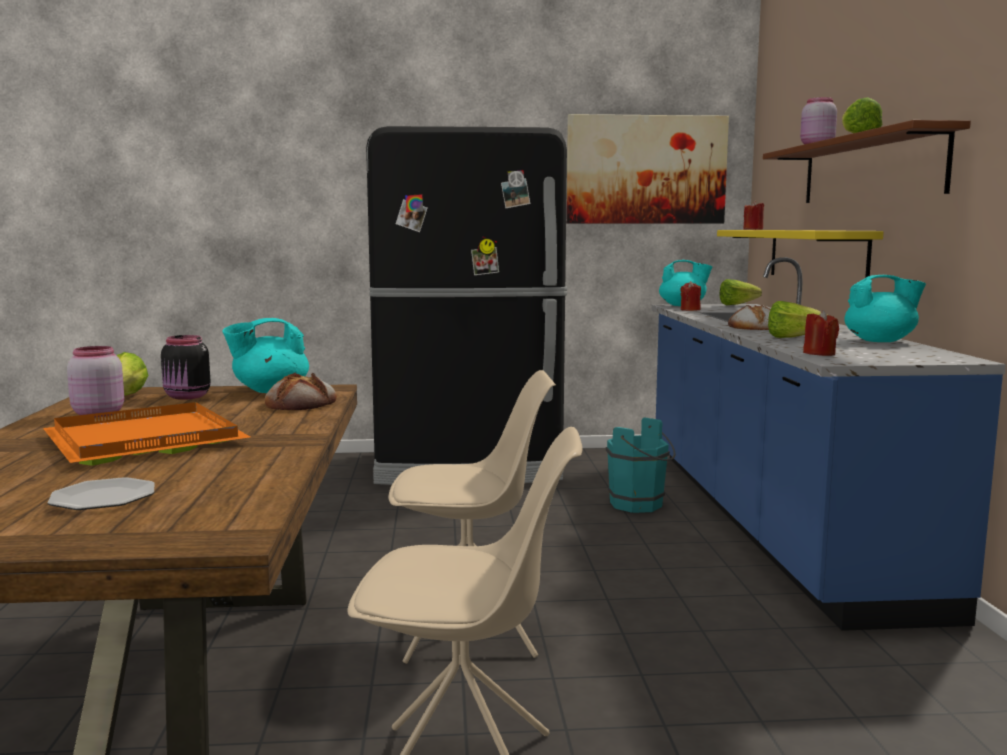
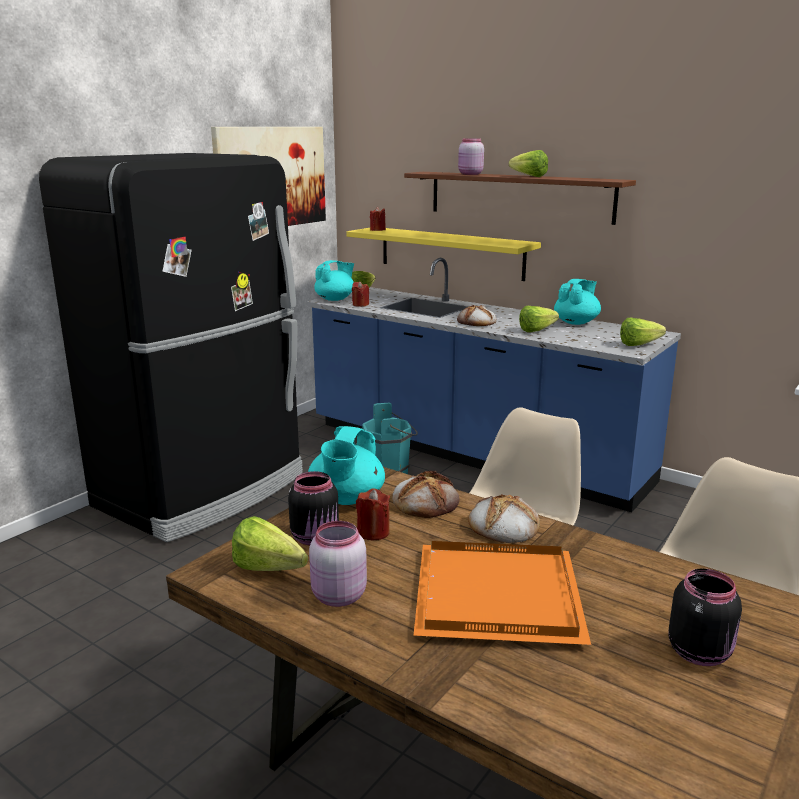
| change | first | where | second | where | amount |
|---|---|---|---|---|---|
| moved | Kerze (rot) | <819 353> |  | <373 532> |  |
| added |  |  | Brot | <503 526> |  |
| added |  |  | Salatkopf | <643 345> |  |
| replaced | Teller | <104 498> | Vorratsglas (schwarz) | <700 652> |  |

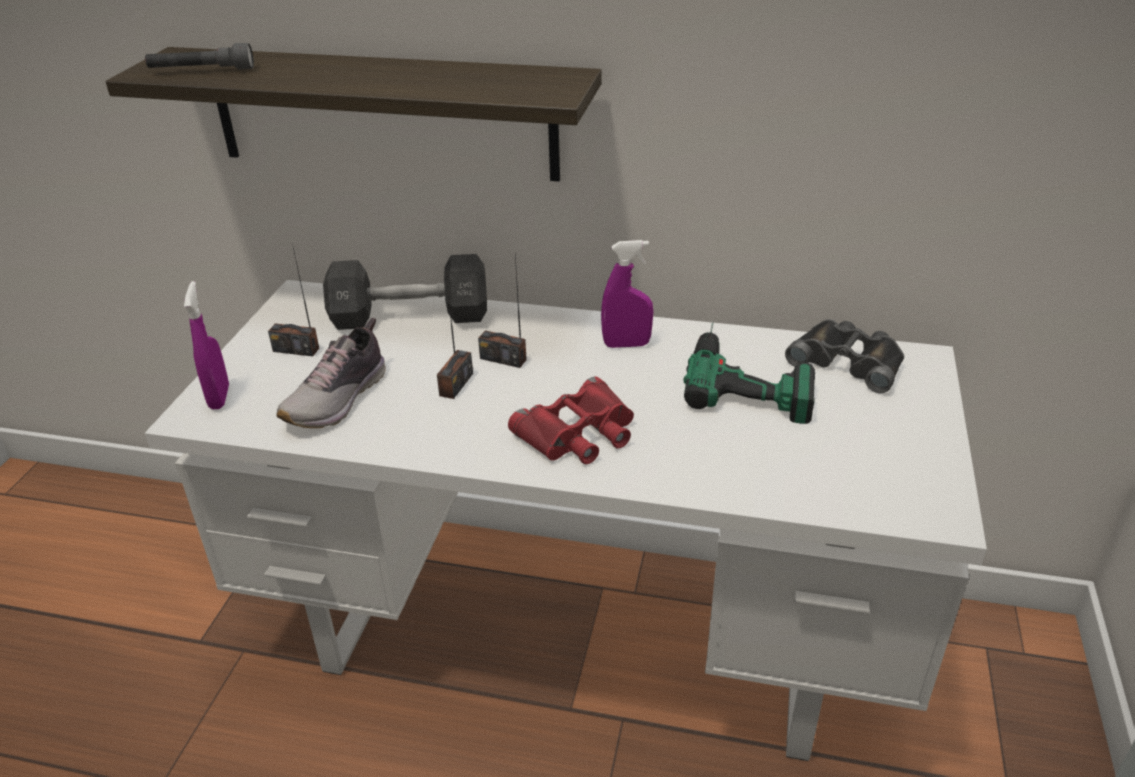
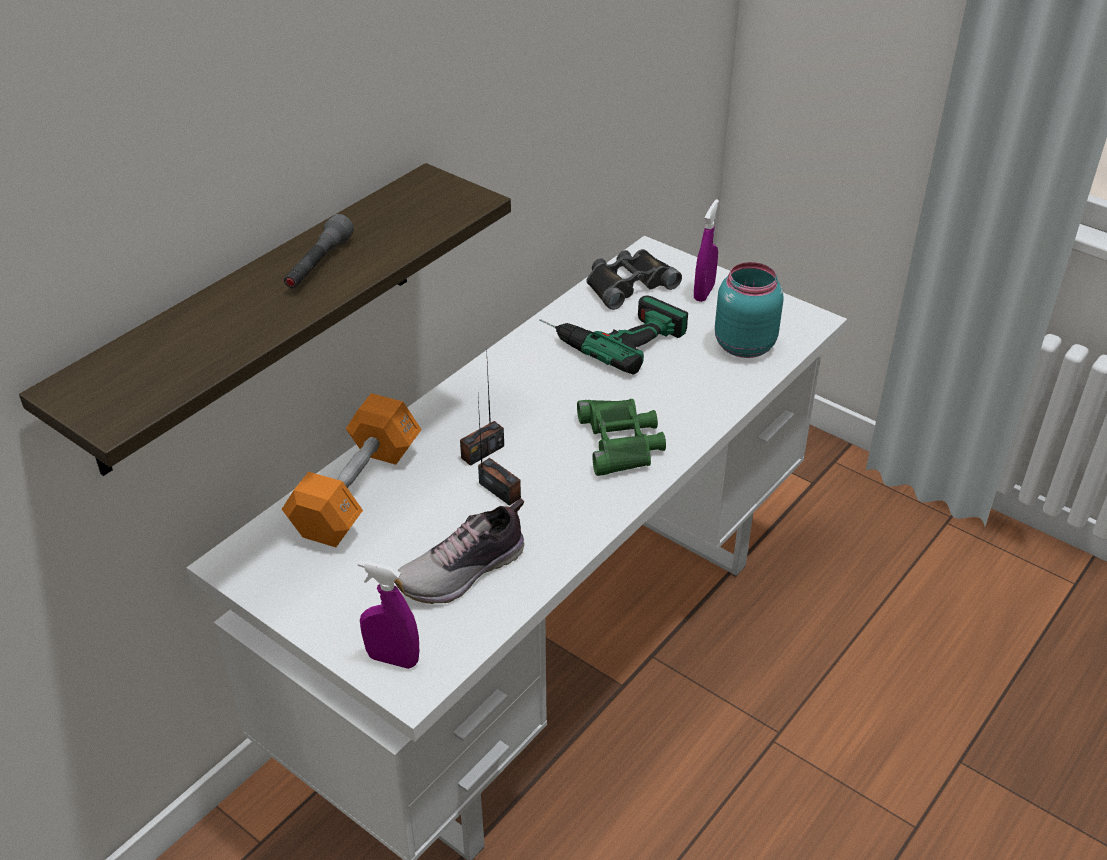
| change | first | where | second | where | amount |
|---|---|---|---|---|---|
| recoloured | Hantel (schwarz) | <410 317> | Hantel (orange) | <357 491> |  |
| moved | Taschenlampe (grau) | <202 71> |  | <318 264> |  |
| turned | Schuh | <339 399> |  | <464 571> | 90 degrees clockwise |
| recoloured | Fernglas (rot) | <579 433> | Fernglas (grün) | <621 442> |  |
| moved | Sprühflasche (lila) | <626 344> |  | <704 292> |  |
| added |  |  | Vorratsglas (türkis) | <742 345> |  |
| removed | Radio | <296 349> |  |  |  |

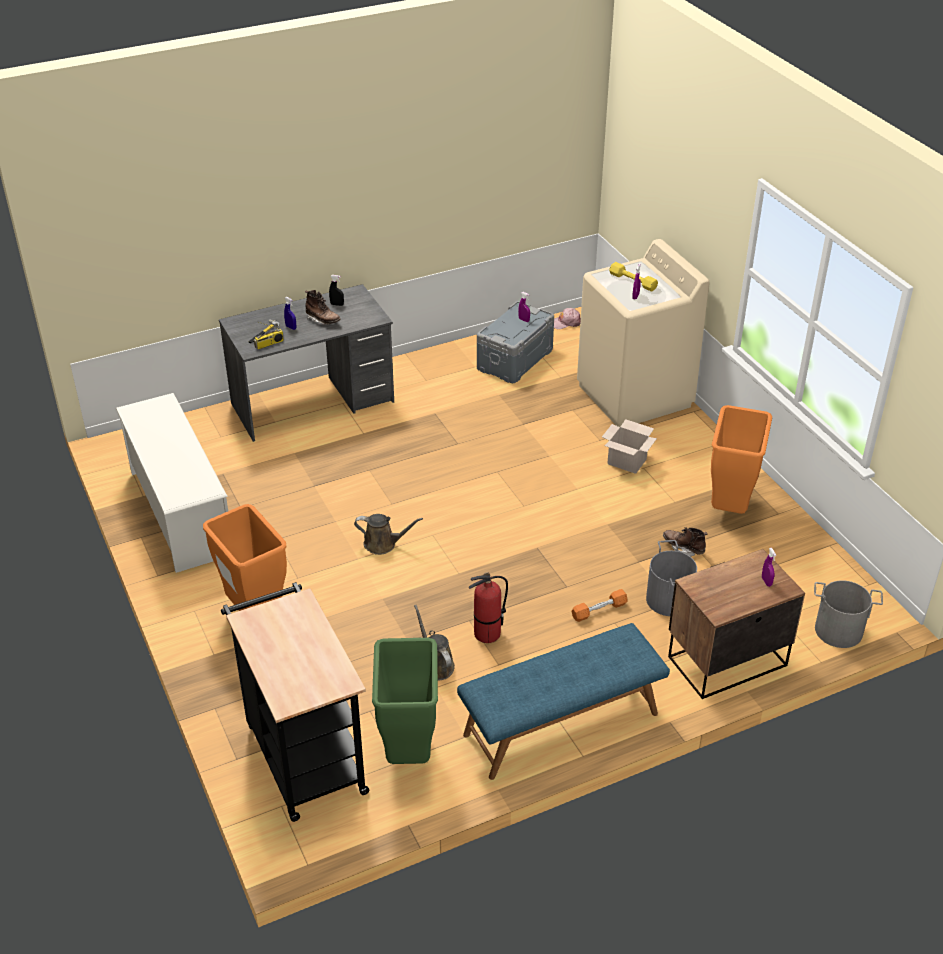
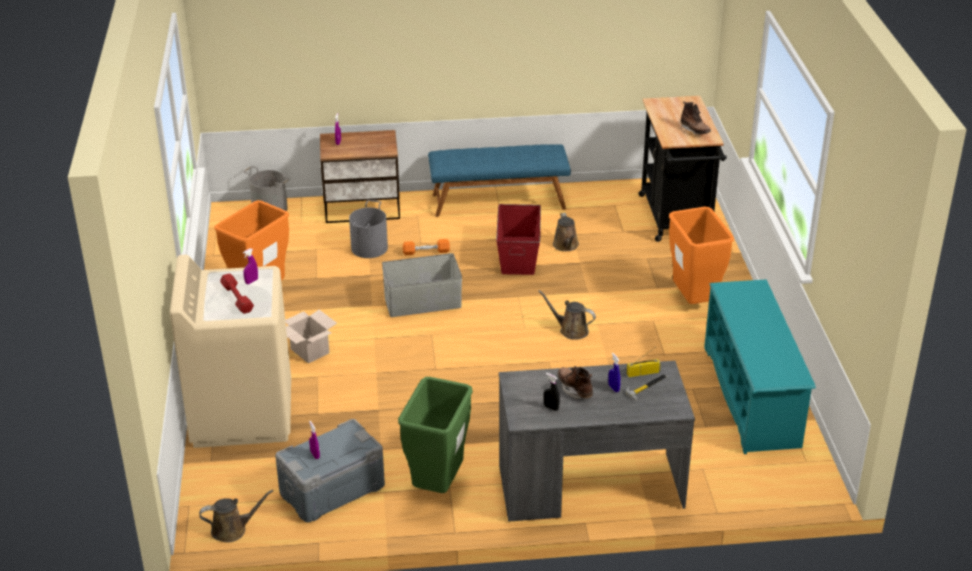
| change | first | where | second | where | amount |
|---|---|---|---|---|---|
| replaced | Kappe (rosa) | <565 322> | Gießkanne (braun) | <232 530> |  |
| recoloured | Hantel (gelb) | <633 281> | Hantel (rot) | <237 298> |  |
| added |  |  | Aufbewahrungsbox (grau) | <423 303> |  |
| moved | Mülleimer (grün) | <409 753> |  | <438 485> |  |
| replaced | Feuerlöscher | <487 634> | Aufbewahrungsbox (rot) | <519 255> |  |
| moved | Stiefel (braun) | <683 548> |  | <694 131> |  |
| recoloured | Schuhregal (weiß) | <180 512> | Schuhregal (türkis) | <751 396> |  |

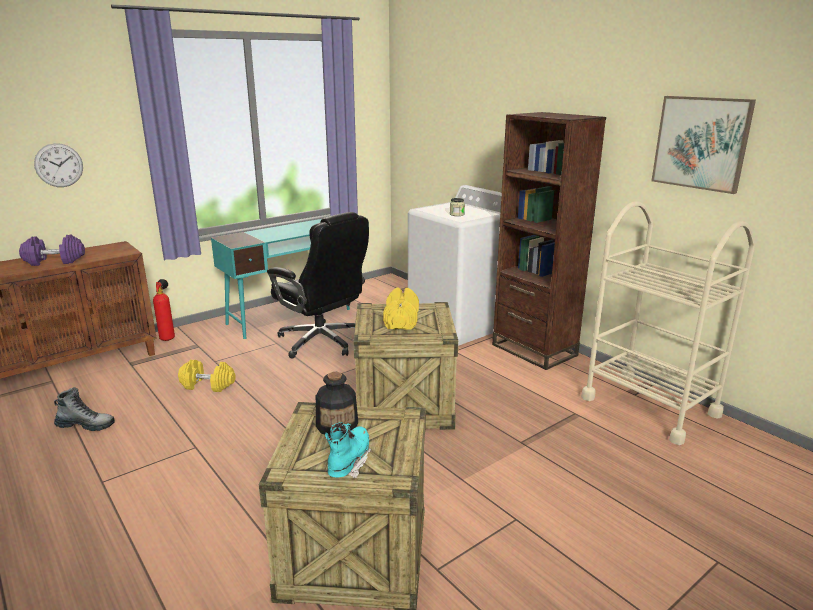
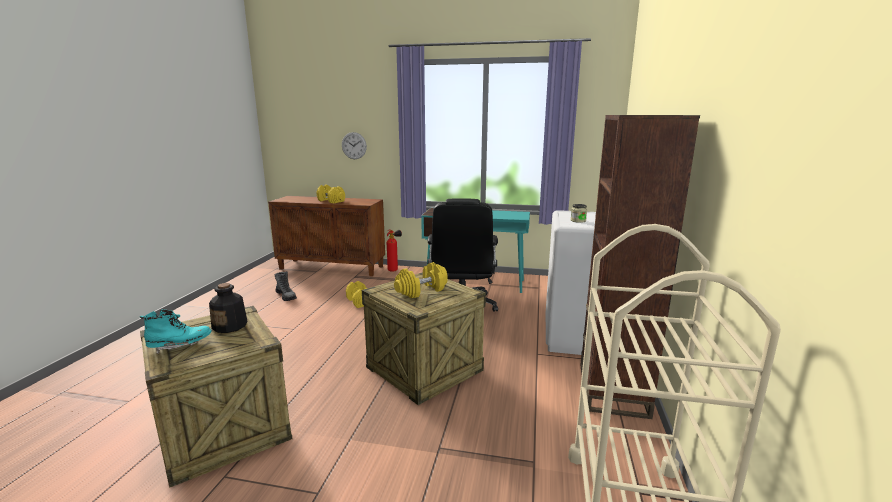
| change | first | where | second | where | amount |
|---|---|---|---|---|---|
| recoloured | Hantel (lila) | <54 261> | Hantel (gelb) | <330 201> |  |
| removed | Bild | <701 143> |  |  |  |

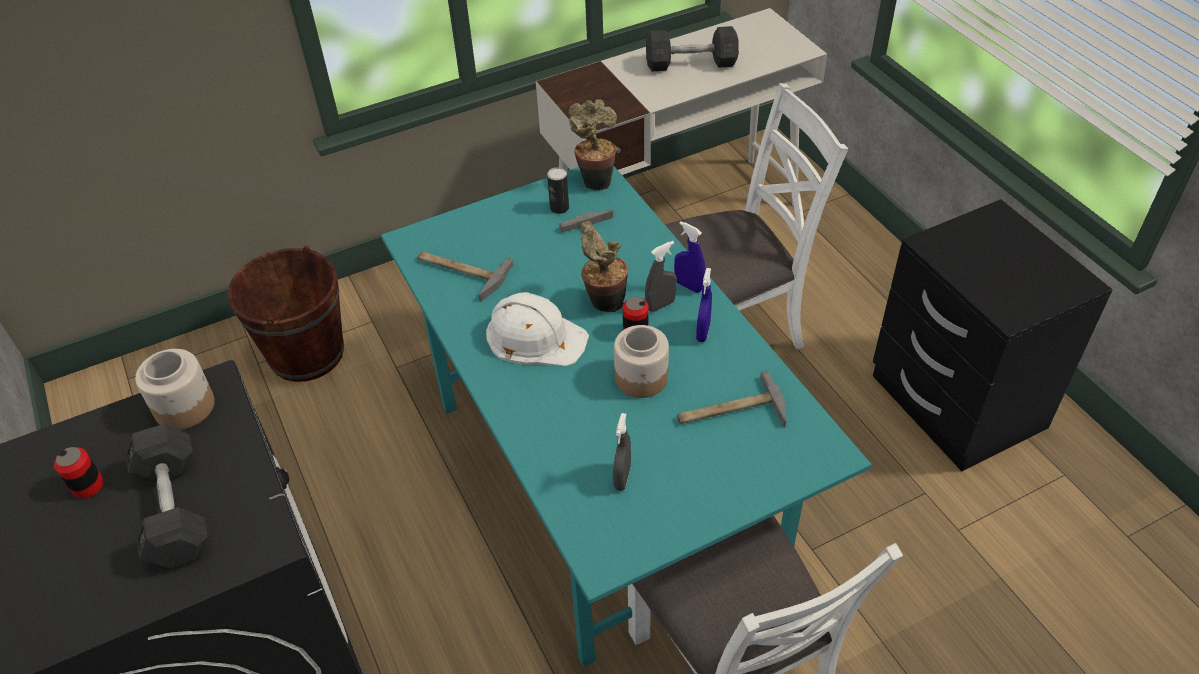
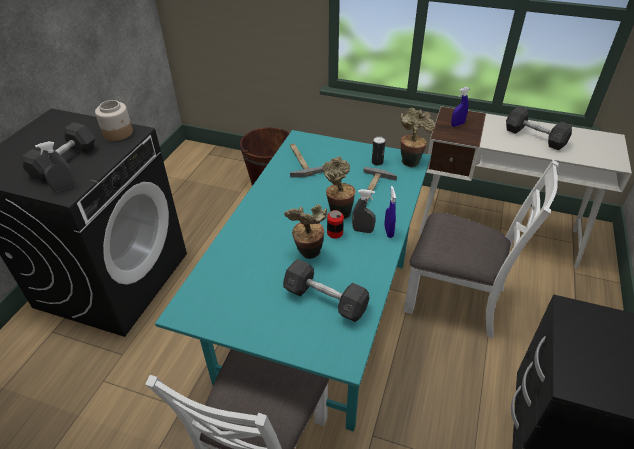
| change | first | where | second | where | amount |
|---|---|---|---|---|---|
| moved | Sprühflasche (grau) | <622 478> |  | <64 188> |  |
| replaced | Hammer | <730 412> | Hantel (grau) | <325 300> |  |
| replaced | Vorratsglas | <641 378> | Topfpflanze | <308 254> |  |
| moved | Sprühflasche (blau) | <703 332> |  | <457 125> |  |
| removed | Dose | <88 486> |  |  |  |
| removed | Schutzhelm (weiß) | <535 336> |  |  |  |

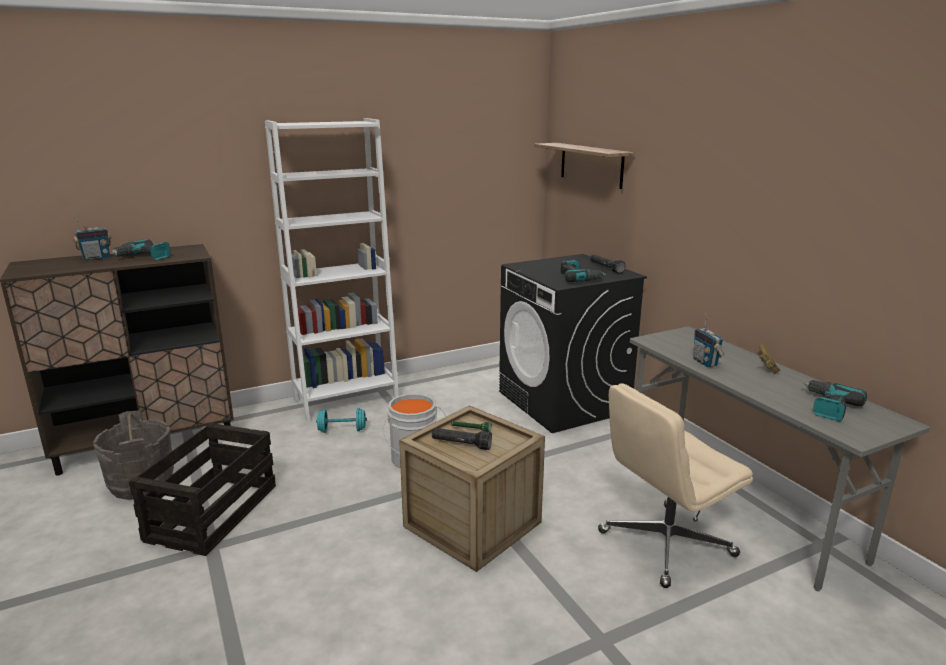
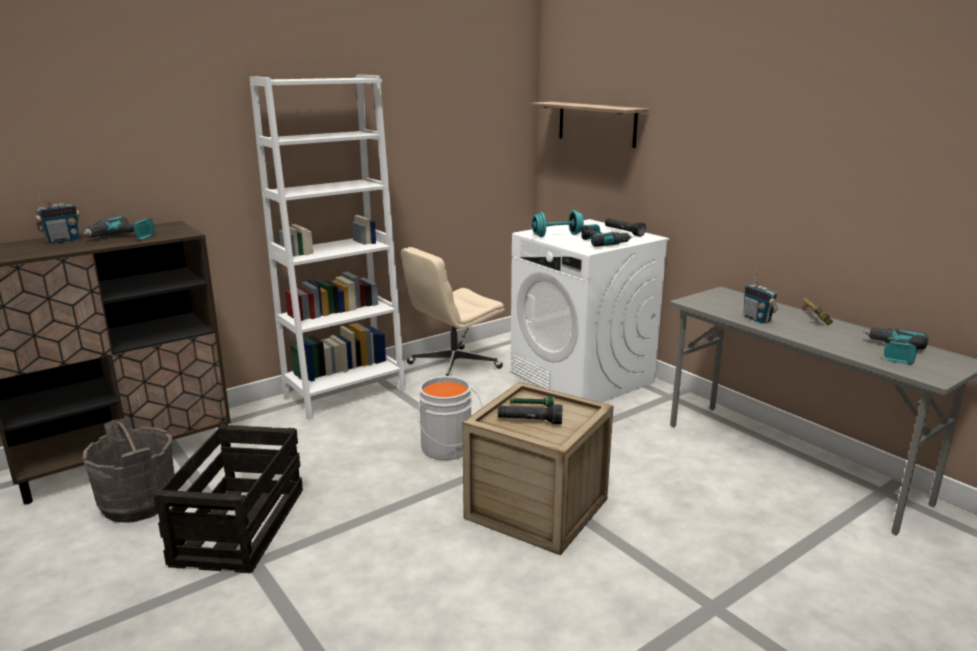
| change | first | where | second | where | amount |
|---|---|---|---|---|---|
| moved | Bürostuhl (beige) | <665 544> |  | <453 366> |  |
| recoloured | Waschmaschine (schwarz) | <564 402> | Waschmaschine (weiß) | <582 377> |  |
| moved | Hantel (türkis) | <342 430> |  | <557 235> |  |

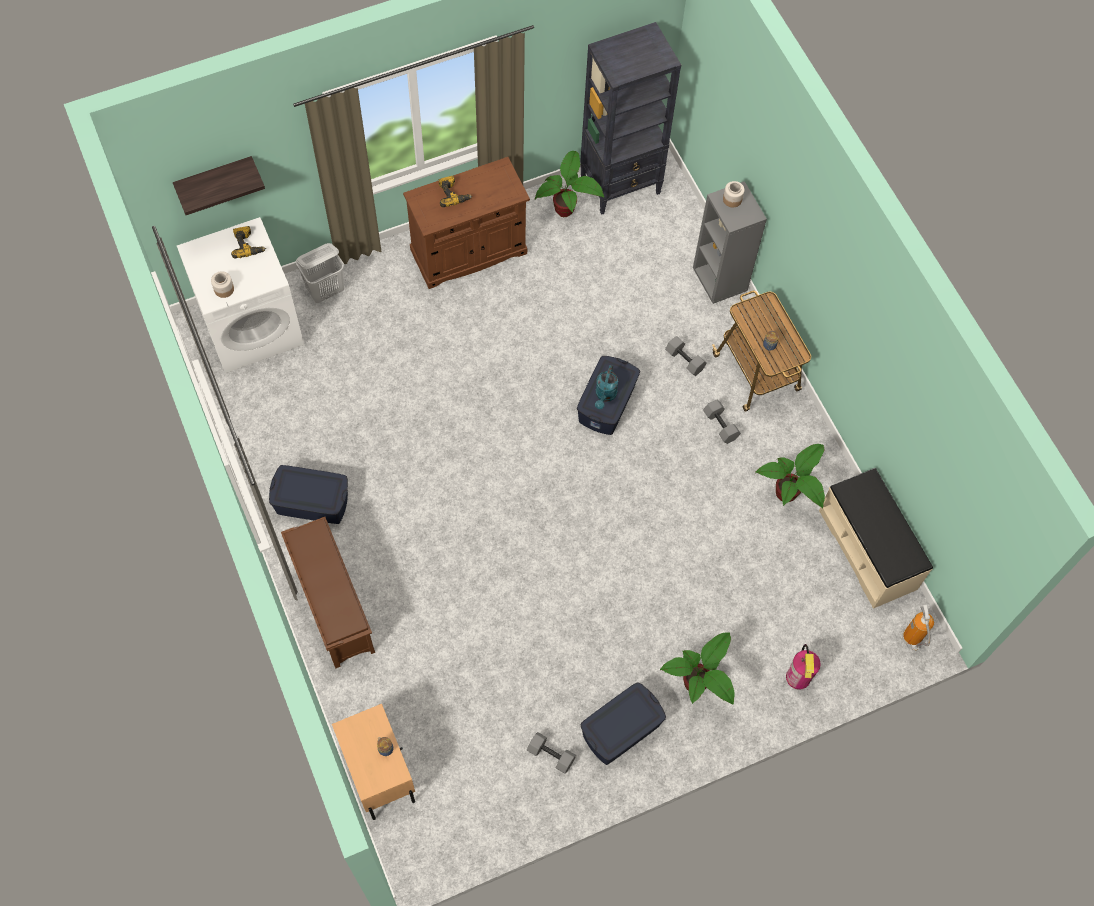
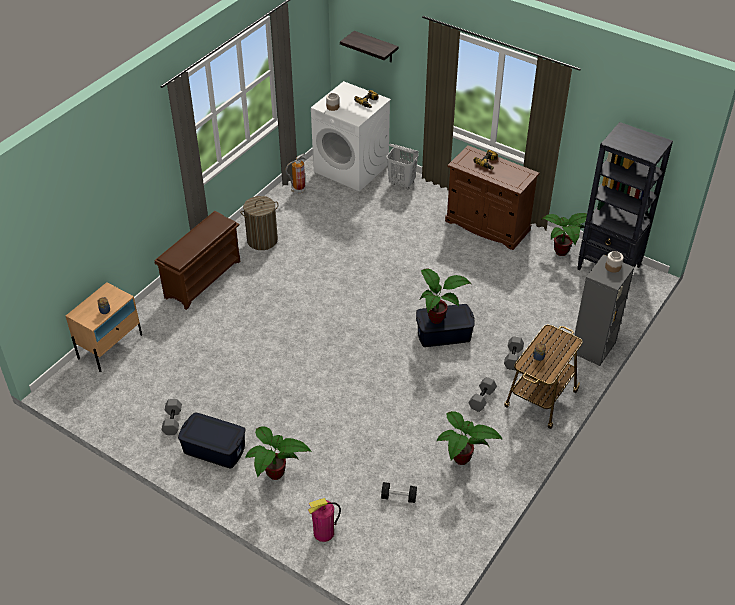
| change | first | where | second | where | amount |
|---|---|---|---|---|---|
| replaced | Aufbewahrungsbox (blau) | <312 502> | Wäschekorb | <262 240> |  |
| moved | Feuerlöscher | <911 639> |  | <298 190> |  |
| added |  |  | Hantel (schwarz) | <398 497> |  |
| replaced | Gießkanne (türkis) | <605 396> | Topfpflanze | <438 318> |  |
| removed | Bank (beige) | <868 549> |  |  |  |

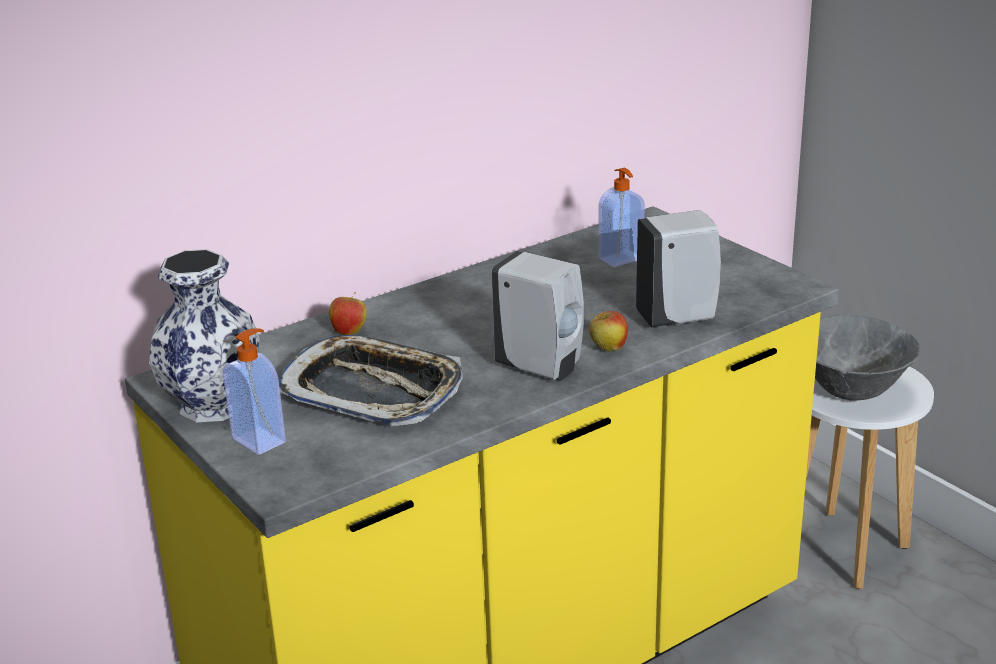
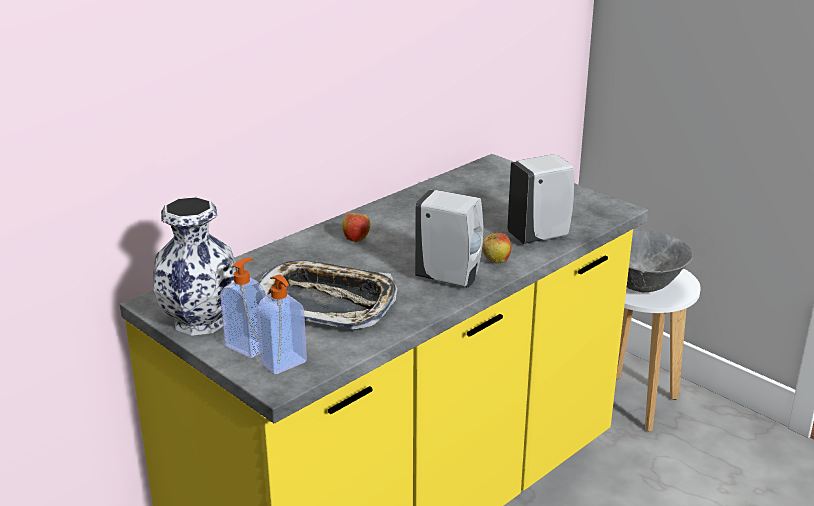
| change | first | where | second | where | amount |
|---|---|---|---|---|---|
| moved | Seifenspender | <621 259> |  | <284 363> |  |
| moved | Apfel | <349 332> |  | <356 239> |  |

